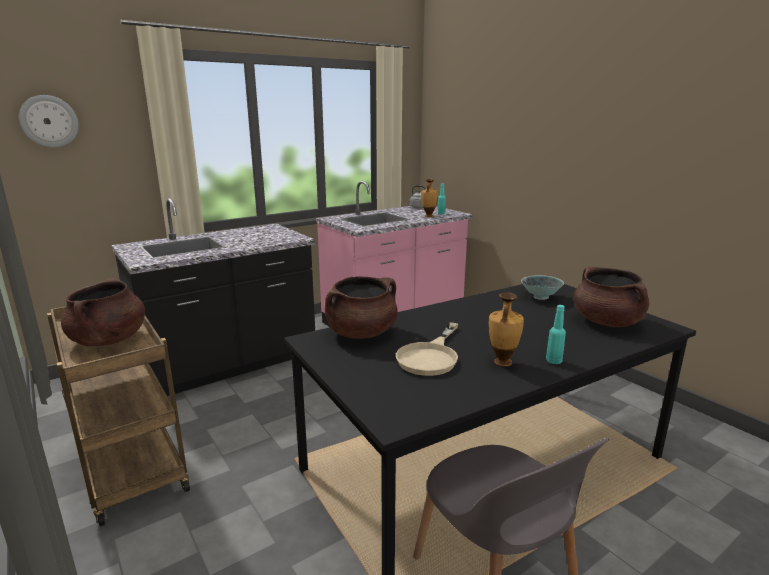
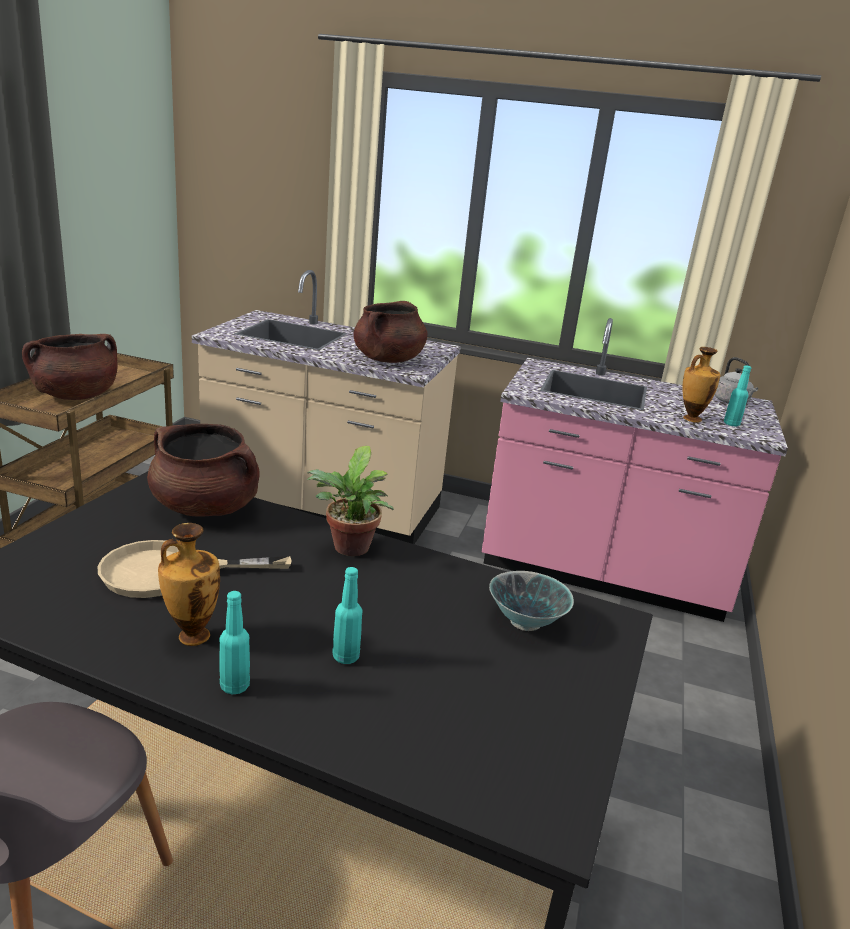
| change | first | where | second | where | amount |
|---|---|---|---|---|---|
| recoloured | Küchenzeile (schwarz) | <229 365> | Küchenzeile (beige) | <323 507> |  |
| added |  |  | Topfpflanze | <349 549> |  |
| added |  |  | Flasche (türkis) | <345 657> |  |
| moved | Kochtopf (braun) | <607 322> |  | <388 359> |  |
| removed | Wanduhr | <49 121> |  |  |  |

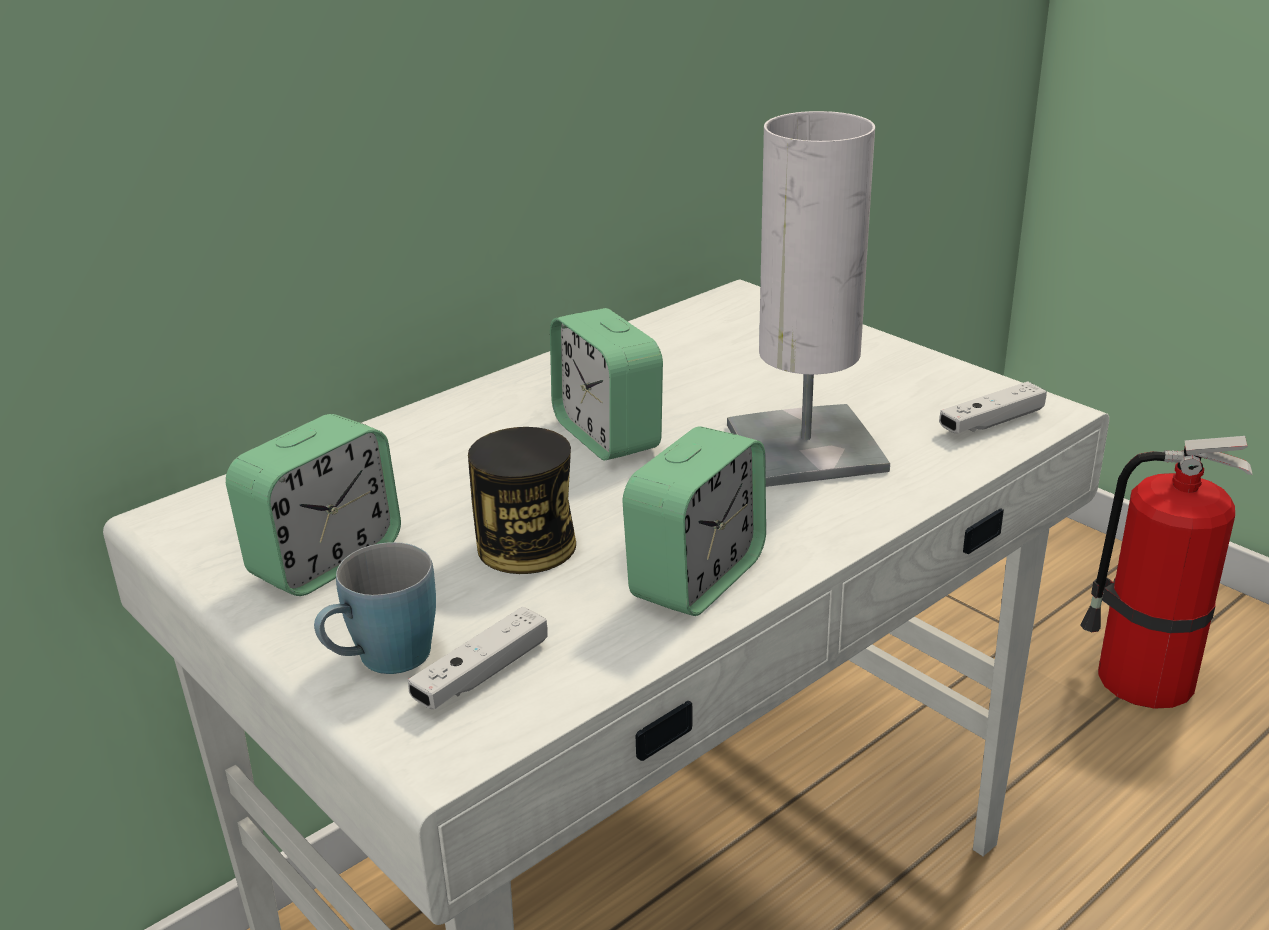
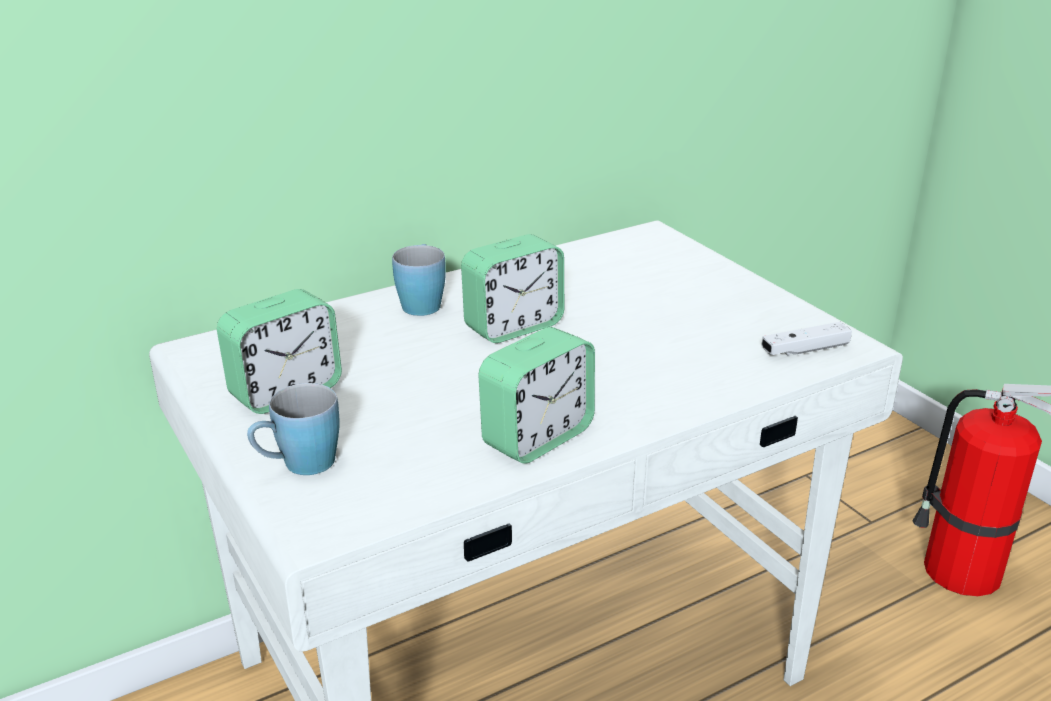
| change | first | where | second | where | amount |
|---|---|---|---|---|---|
| added |  |  | Henkelbecher (blau) | <422 302> |  |
| turned | Wecker | <607 435> |  | <513 326> | 105 degrees counterclockwise |
| removed | Gamepad (weiß) | <481 674> |  |  |  |
| removed | Dose | <526 546> |  |  |  |
| removed | Tischlampe (weiß) | <805 448> |  |  |  |

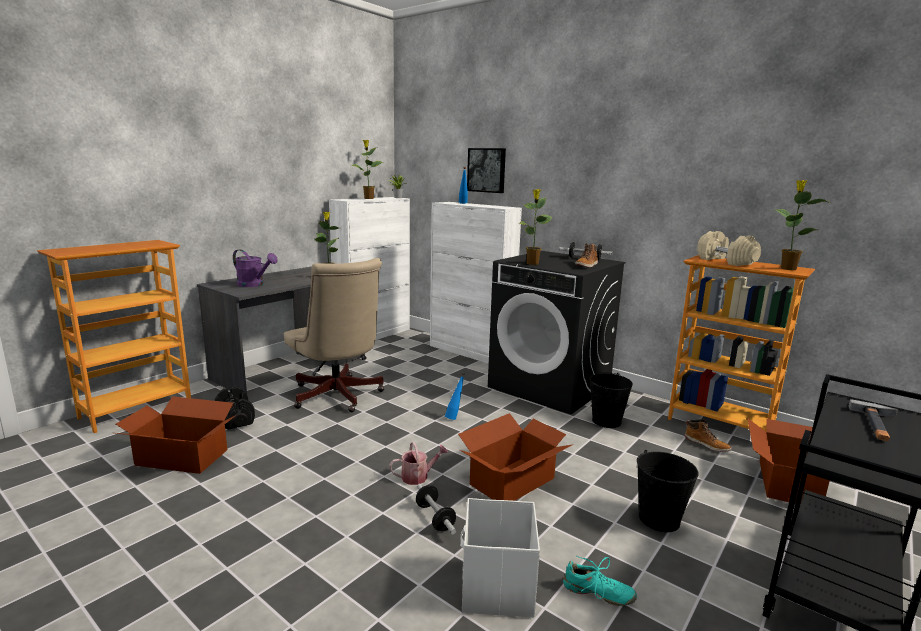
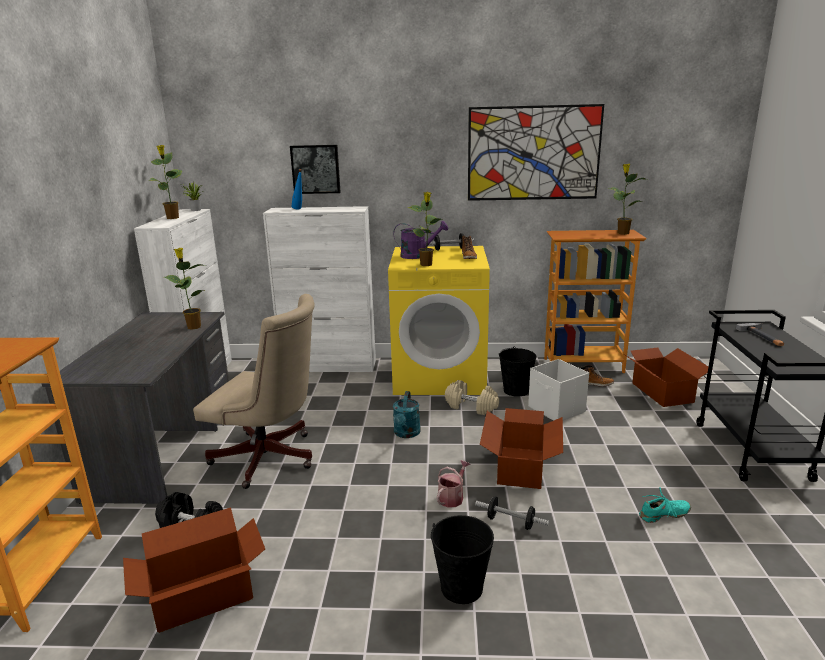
| change | first | where | second | where | amount |
|---|---|---|---|---|---|
| recoloured | Waschmaschine (schwarz) | <550 386> | Waschmaschine (gelb) | <440 376> |  |
| moved | Gießkanne (lila) | <254 285> |  | <418 255> |  |
| replaced | Flasche (blau) | <455 417> | Gießkanne (türkis) | <406 434> |  |
| moved | Eimer (schwarz) | <659 519> |  | <461 587> |  |
| moved | Hantel (beige) | <726 261> |  | <471 407> |  |
| added |  |  | Bild | <533 153> |  |
| moved | Aufbewahrungsbox (weiß) | <497 588> |  | <556 410> |  |

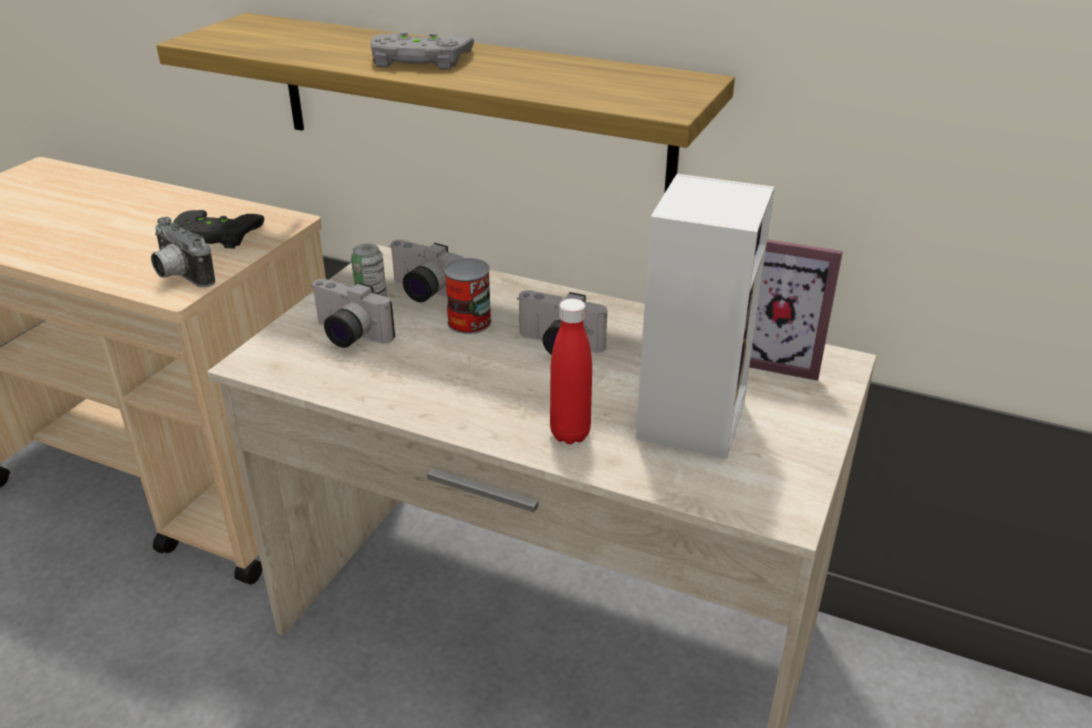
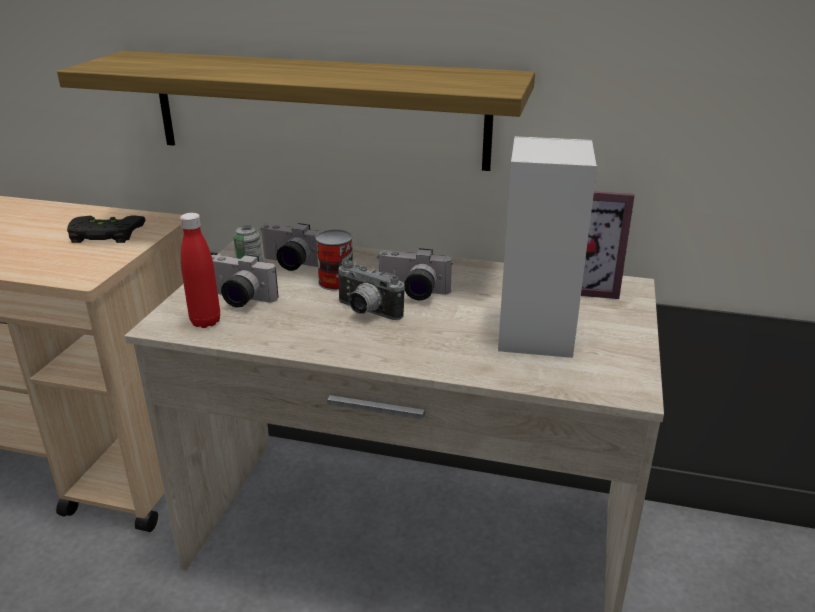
| change | first | where | second | where | amount |
|---|---|---|---|---|---|
| moved | Flasche (rot) | <570 434> |  | <205 322> |  |
| moved | Kamera | <179 276> |  | <365 312> |  |
| removed | Gamepad (grau) | <418 60> |  |  |  |

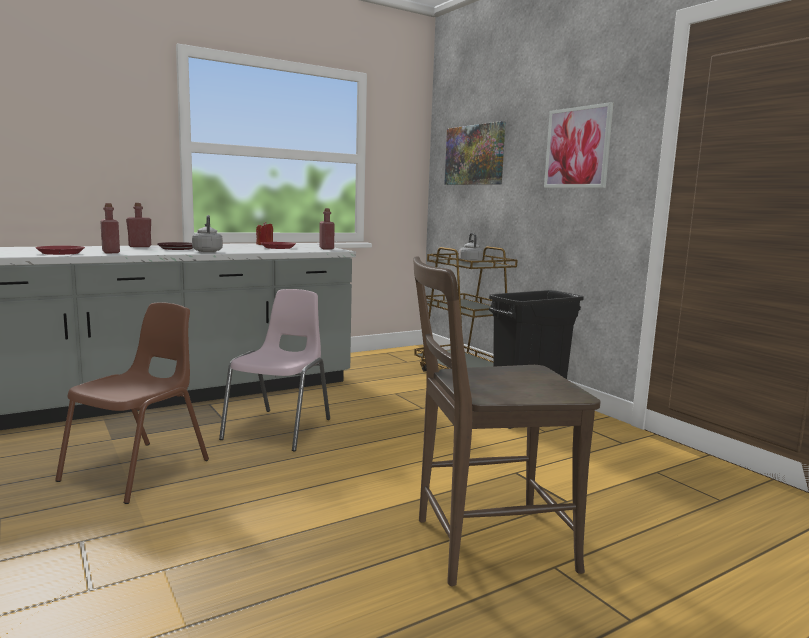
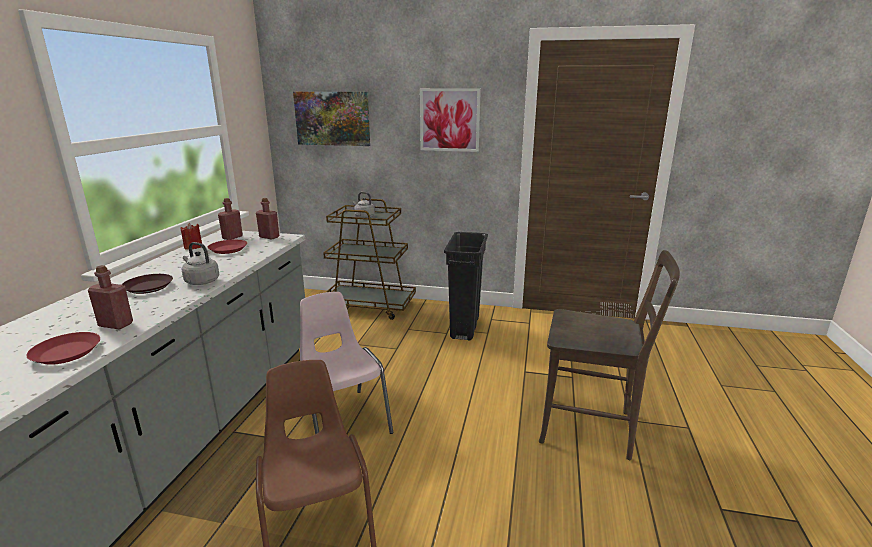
| change | first | where | second | where | amount |
|---|---|---|---|---|---|
| moved | Flasche (rot) | <140 246> |  | <232 237> |  |
| turned | Stuhl (braun) | <485 545> |  | <592 428> | 105 degrees counterclockwise |

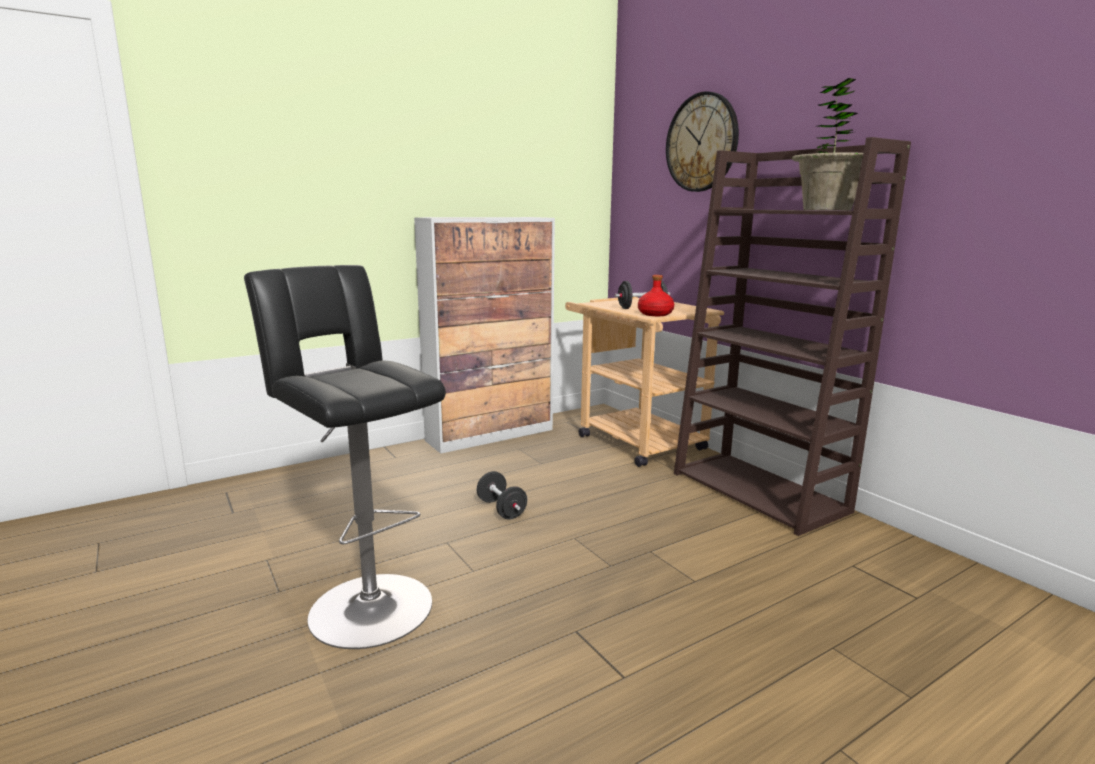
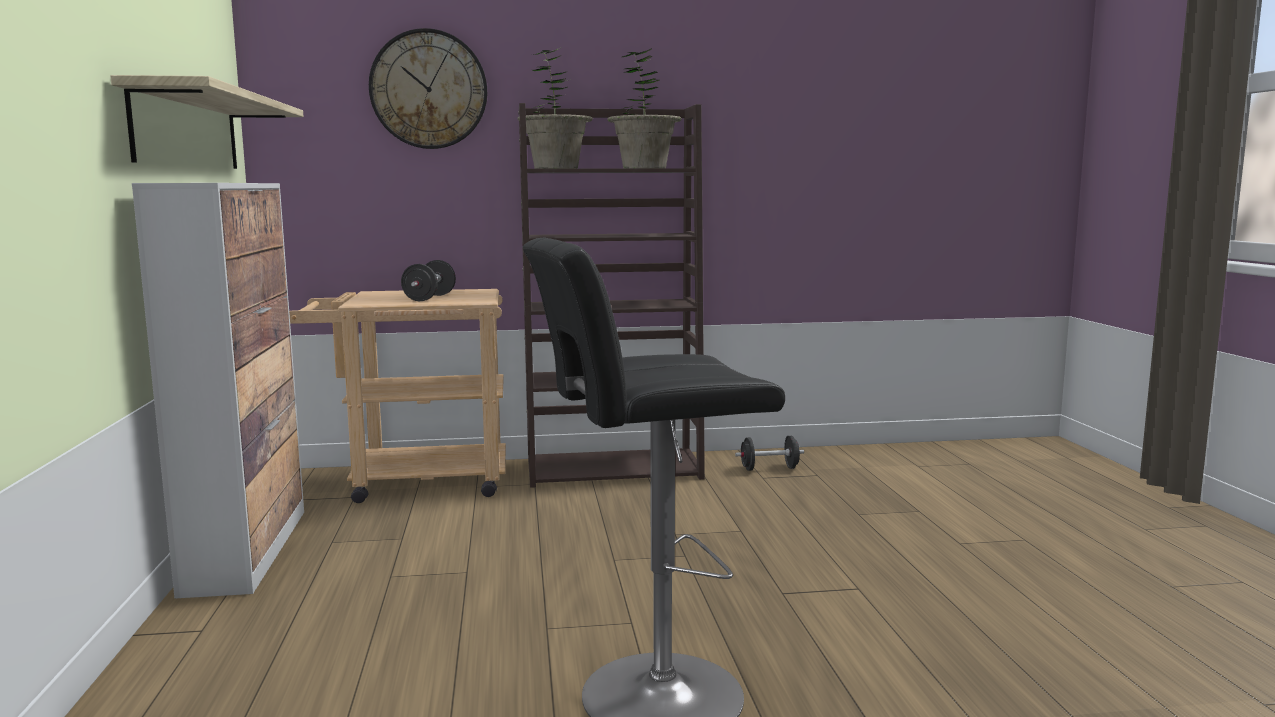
| change | first | where | second | where | amount |
|---|---|---|---|---|---|
| added |  |  | Wandregal | <188 131> |  |
| added |  |  | Topfpflanze | <556 168> |  |
| moved | Hantel (schwarz) | <501 509> |  | <769 469> |  |
| removed | Flasche (rot) | <654 314> |  |  |  |

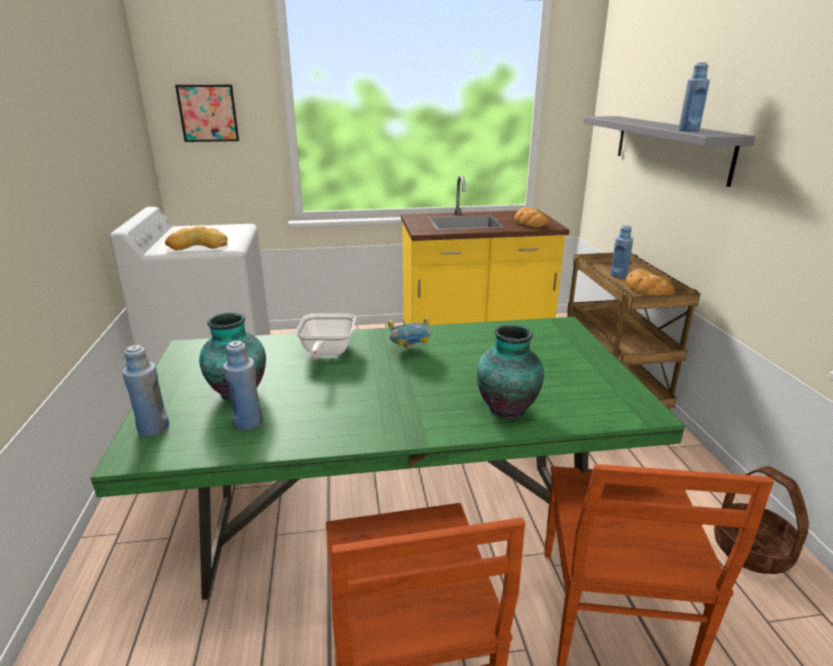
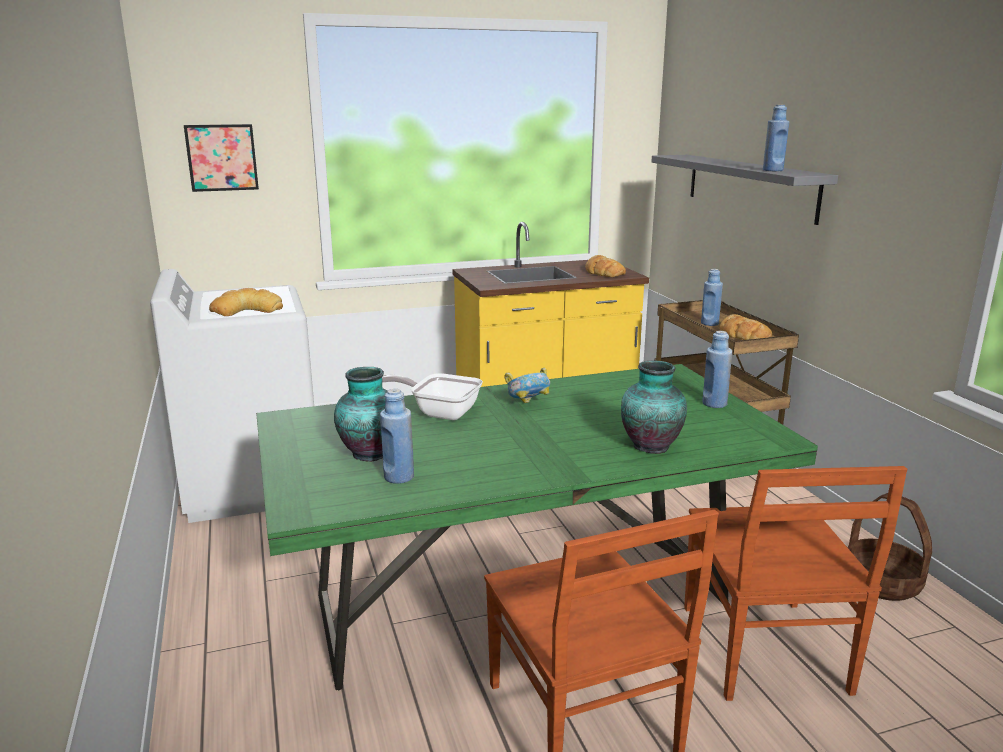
| change | first | where | second | where | amount |
|---|---|---|---|---|---|
| turned | Pfanne | <326 353> |  | <440 412> | 120 degrees clockwise |
| moved | Flasche (blau) | <153 428> |  | <714 404> |  |

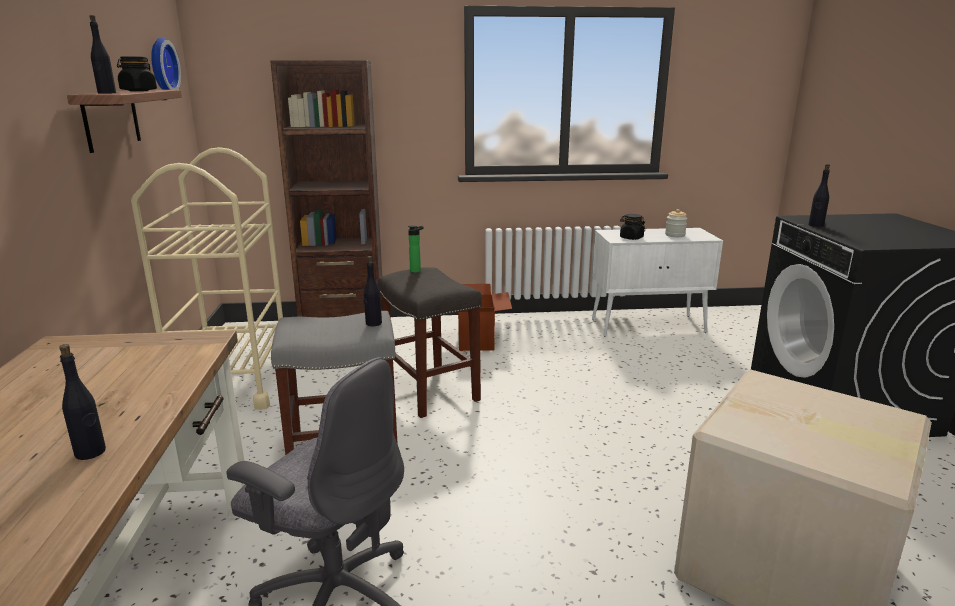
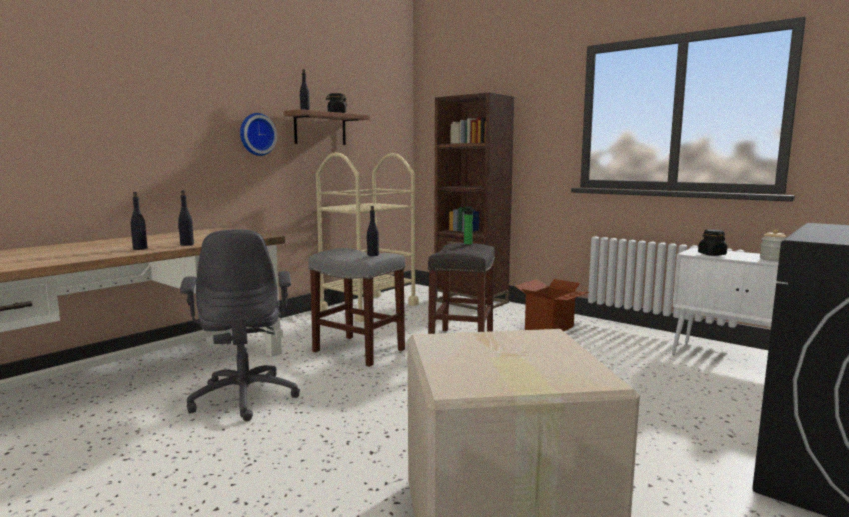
| change | first | where | second | where | amount |
|---|---|---|---|---|---|
| moved | Flasche (schwarz) | <816 225> |  | <186 244> |  |
| moved | Wanduhr | <161 66> |  | <256 134> |  |

